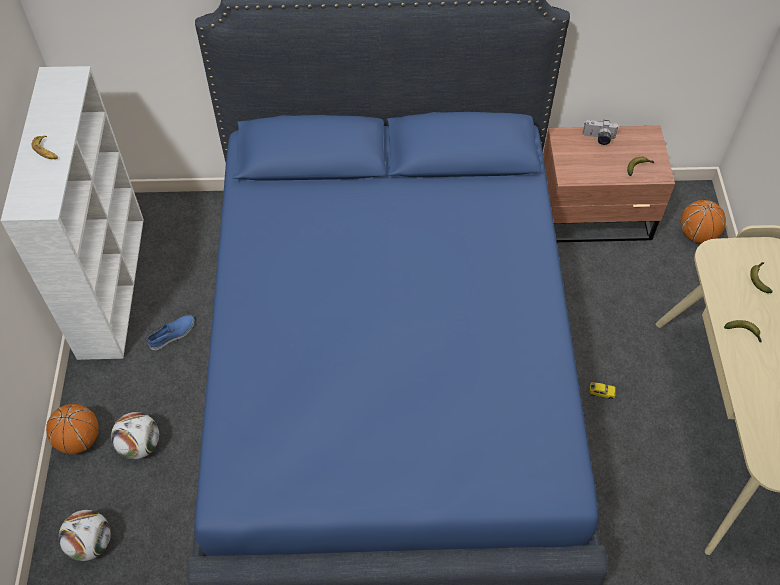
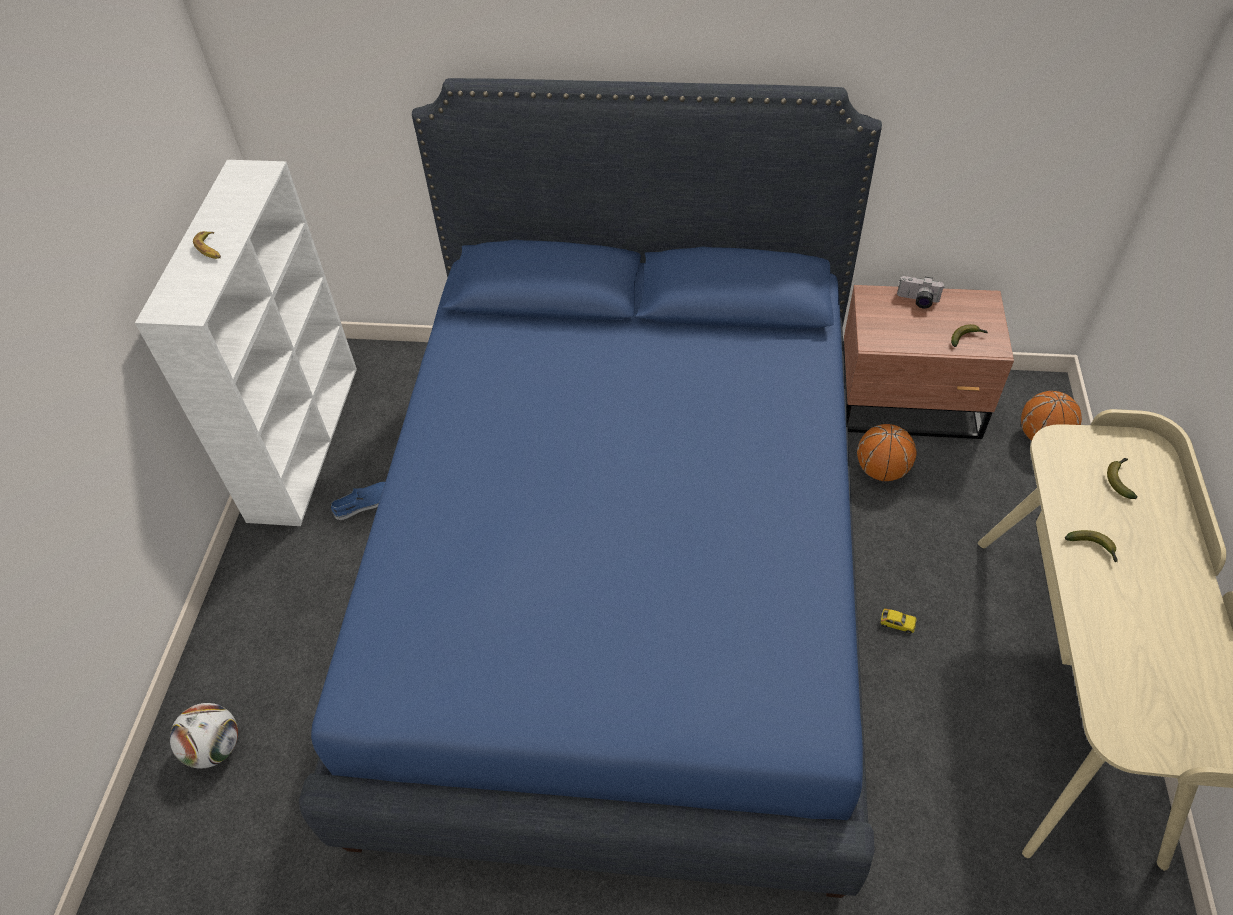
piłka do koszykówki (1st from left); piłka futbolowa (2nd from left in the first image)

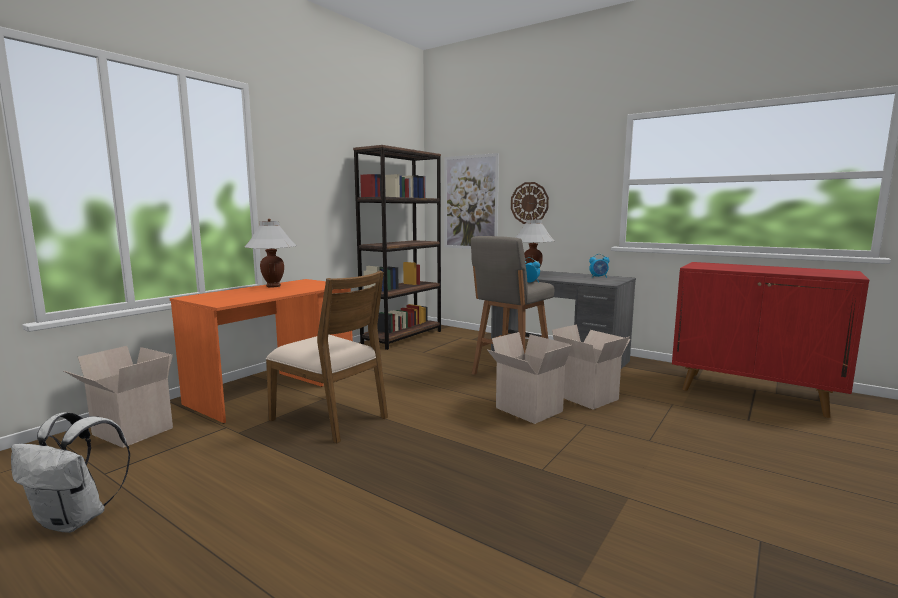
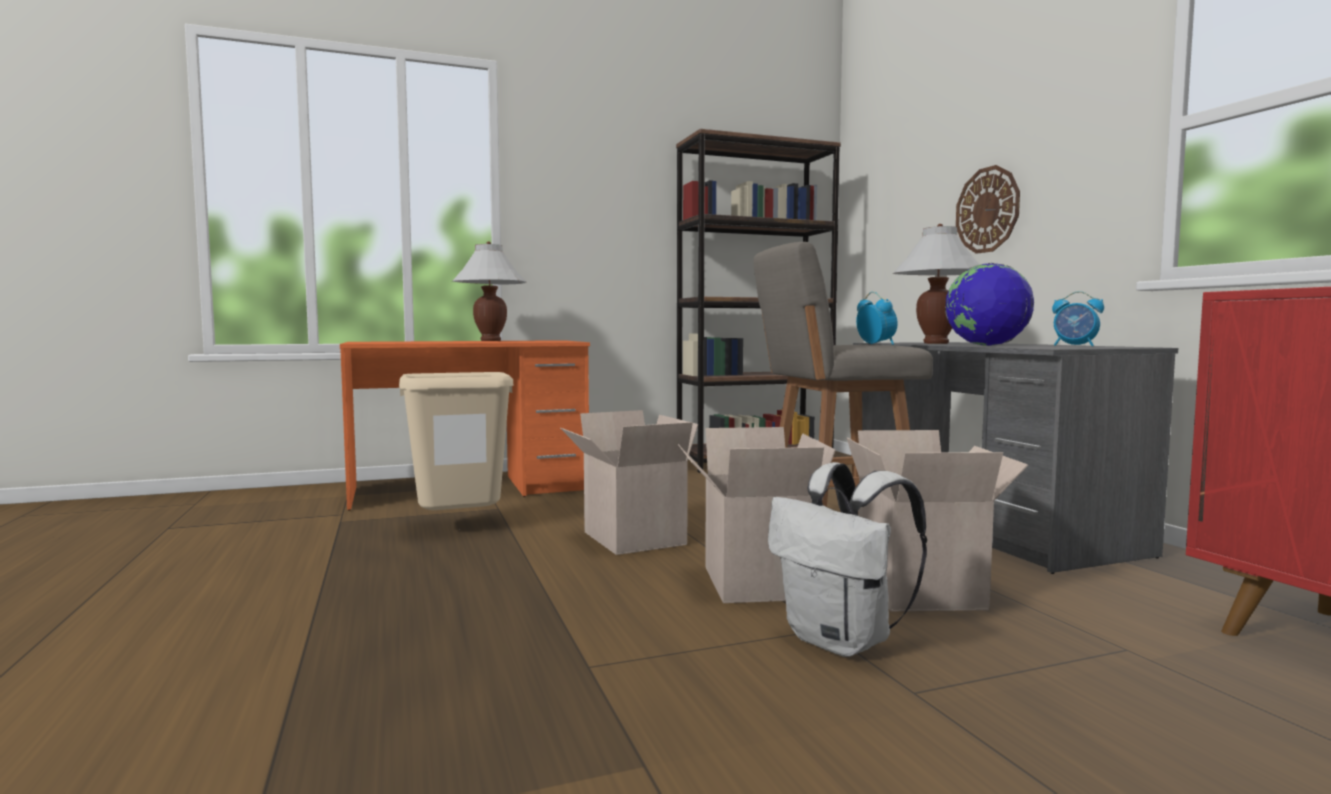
obraz; kosz na śmieci/beżowy; karton (1st from left); plecak/biały; globus

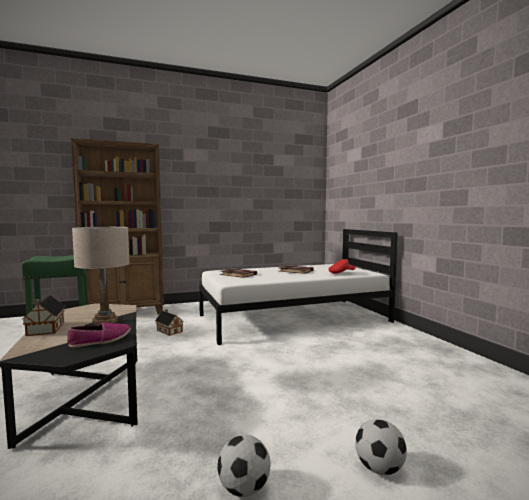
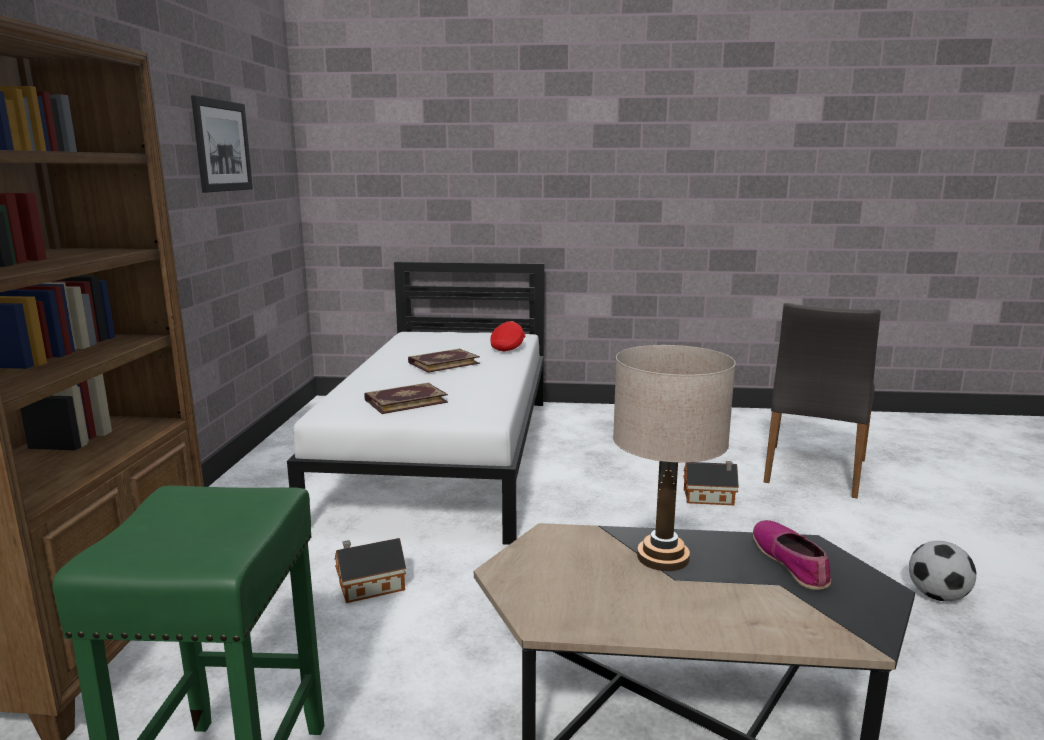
domek (2nd from left); piłka futbolowa (2nd from left in the first image); obraz; krzesło/szary

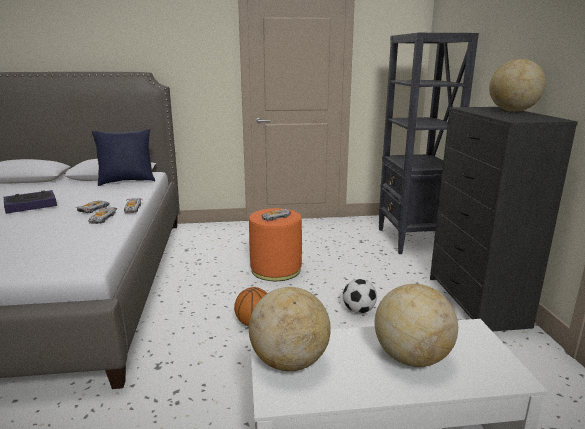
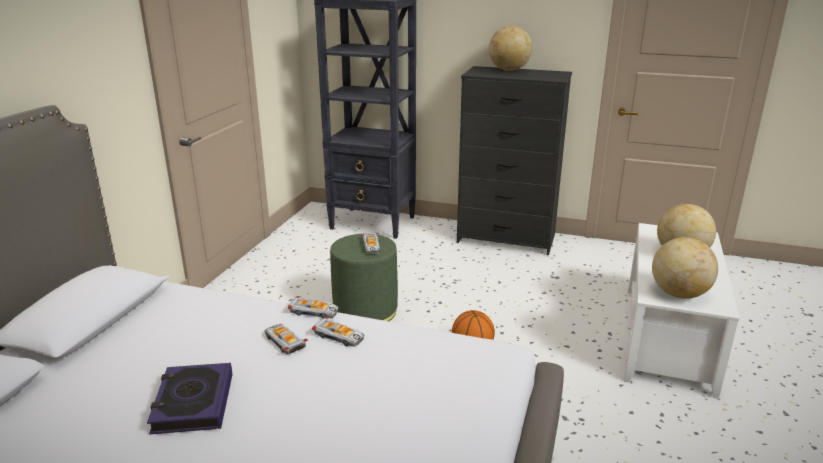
poduszka/niebieski; pufa/zielony; piłka futbolowa

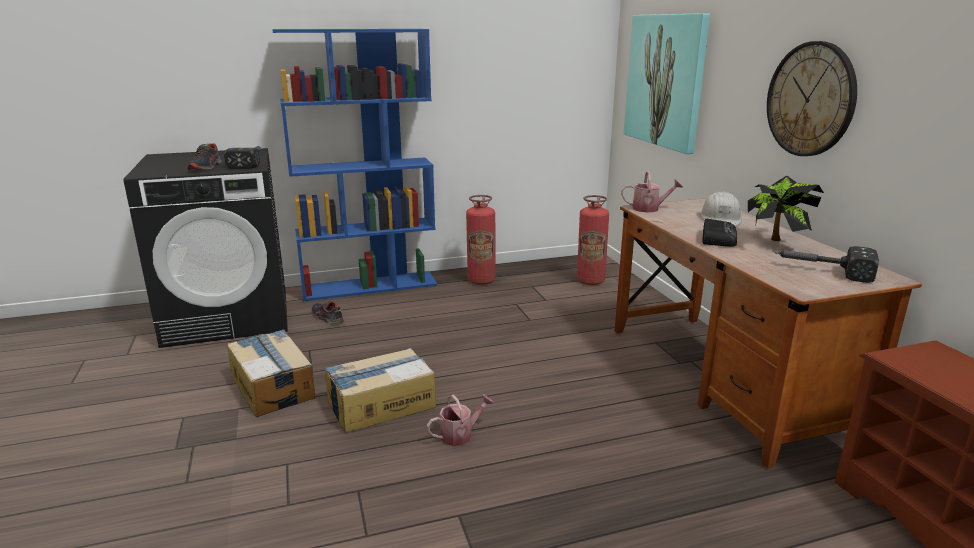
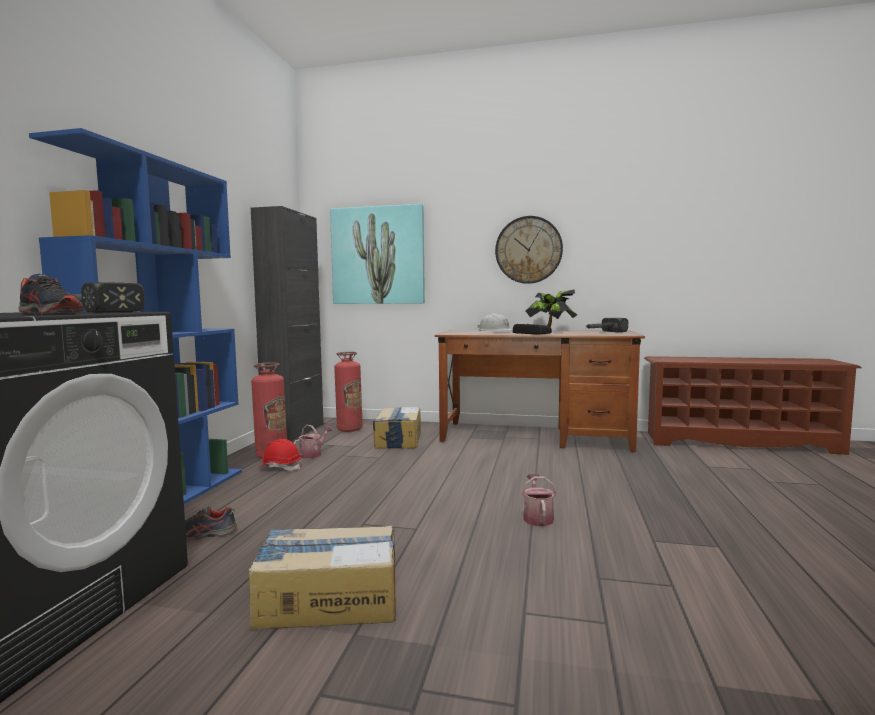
konewka (1st from left); karton (2nd from left); szafka/czarny; kask/czerwony

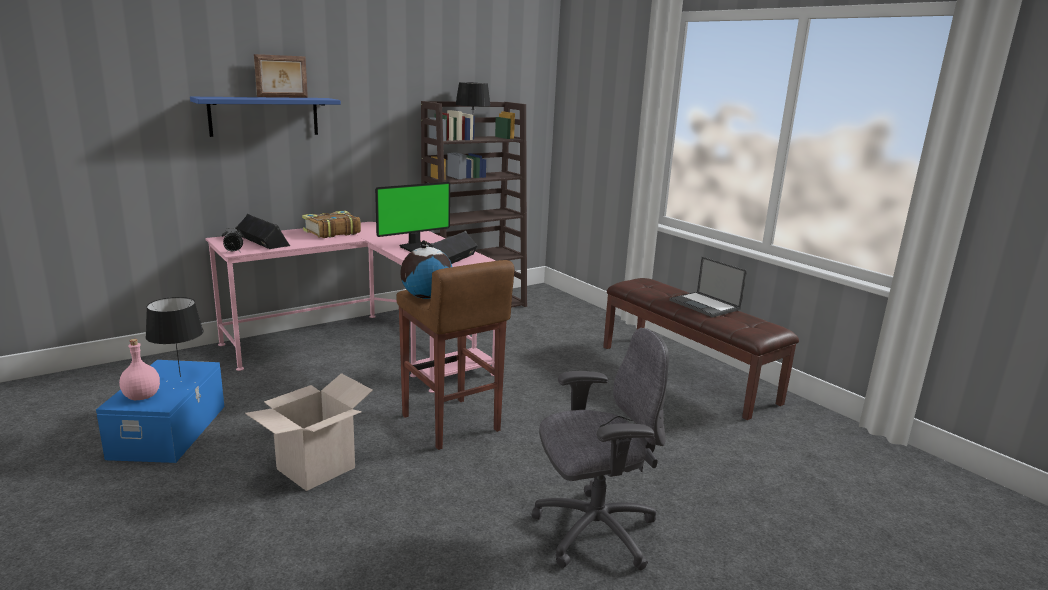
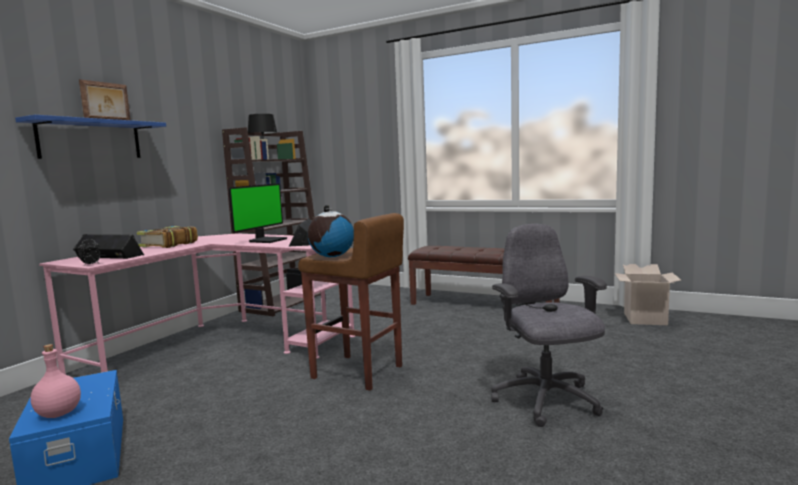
laptop; lampa stołowa/czarny (1st from left in the first image); krzesło biurowe/szary; karton

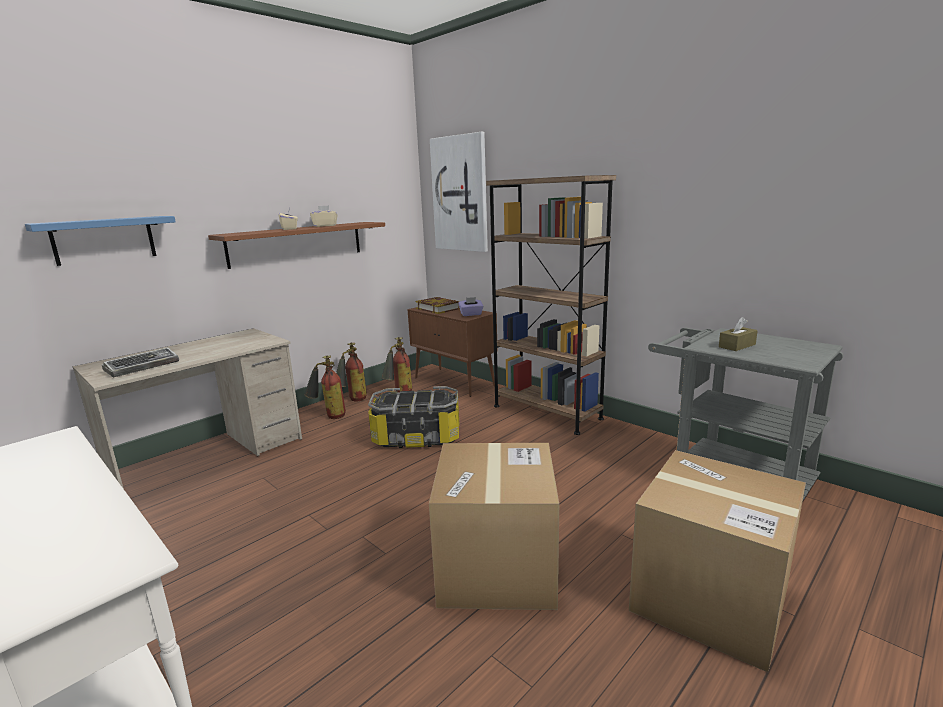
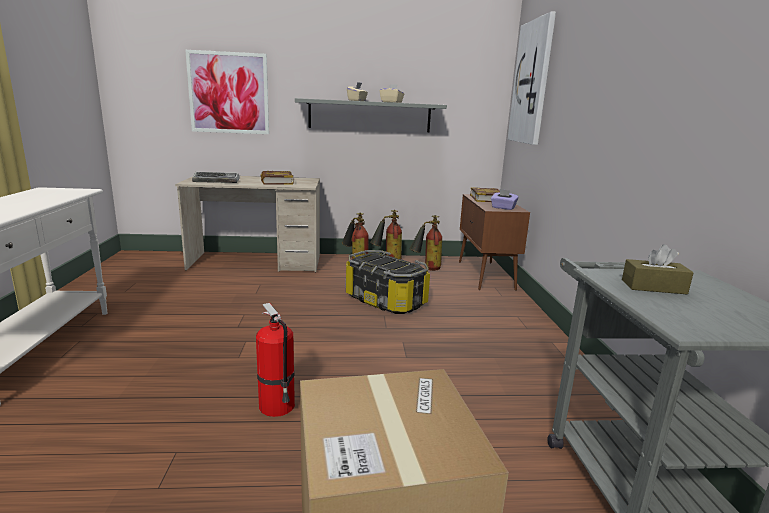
regał/brązowy; obraz (1st from left); półka/szary; gaśnica (1st from left); książka (1st from left)

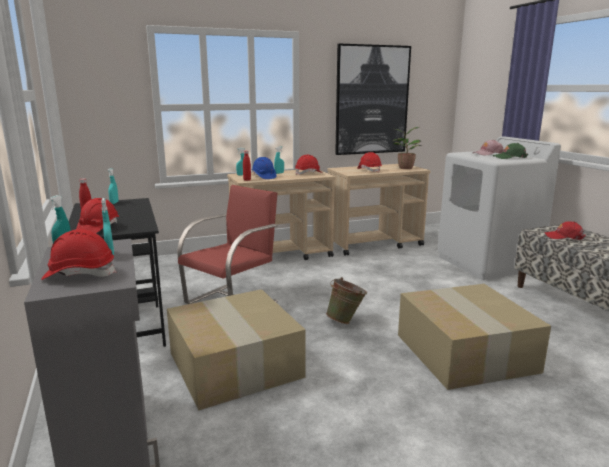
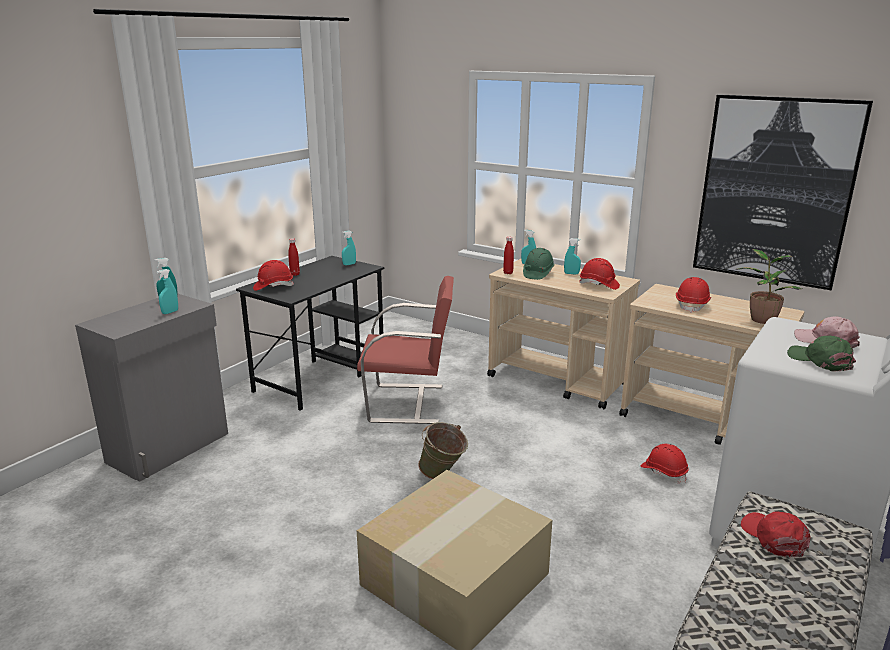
kask/zielony; kask/czerwony (3rd from left); karton (1st from left in the first image)

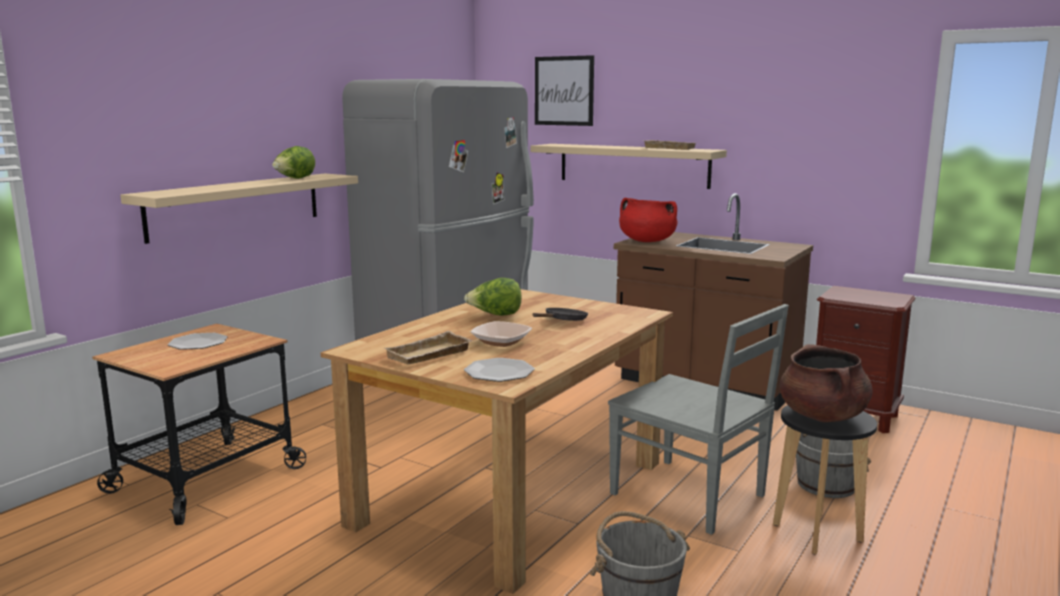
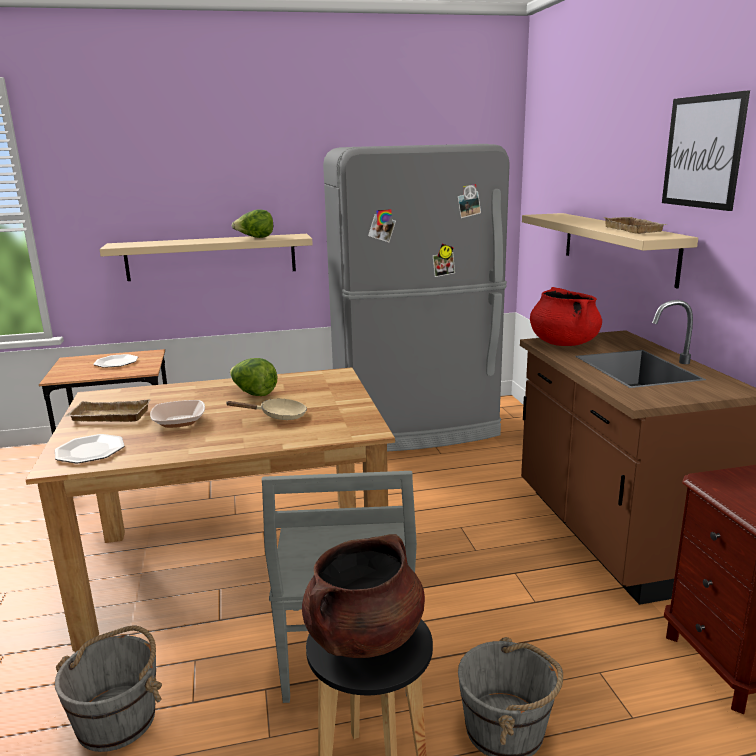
obraz; patelnia/beżowy

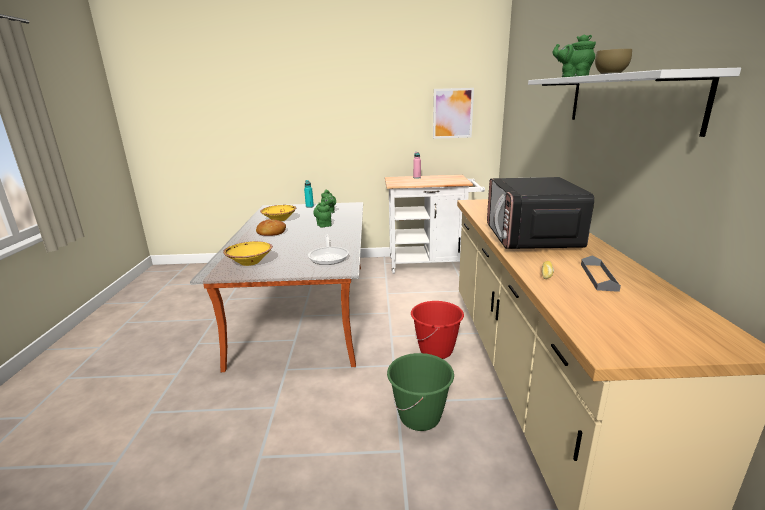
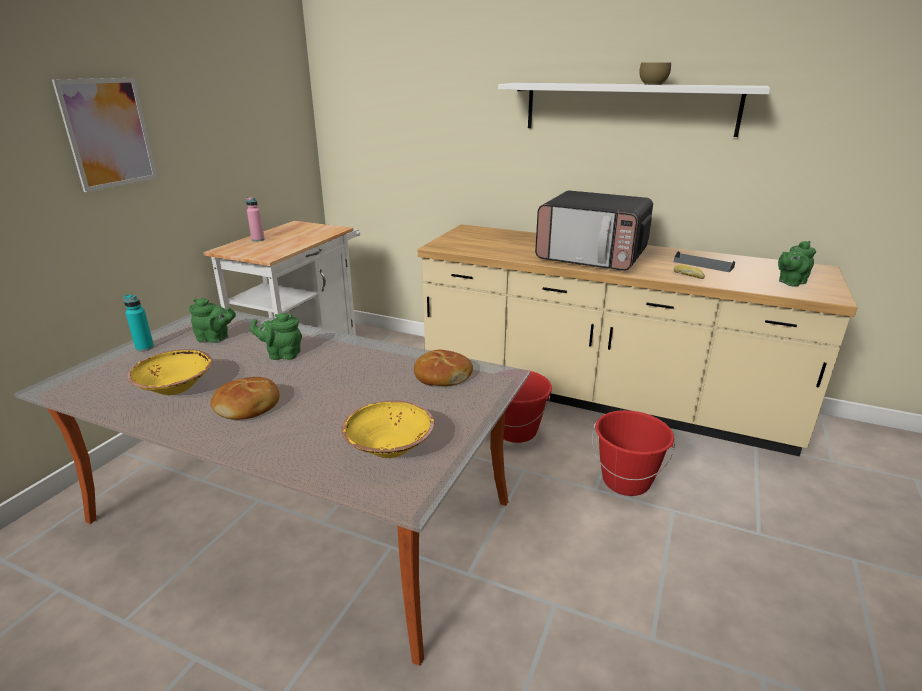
imbryk/zielony (3rd from left); obraz; chleb (2nd from left); wiadro/czerwony (2nd from left)

